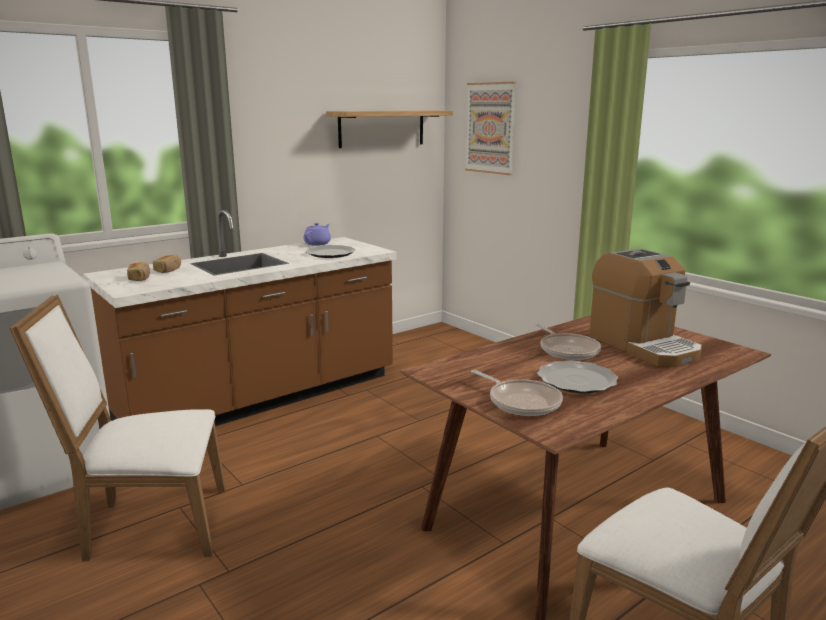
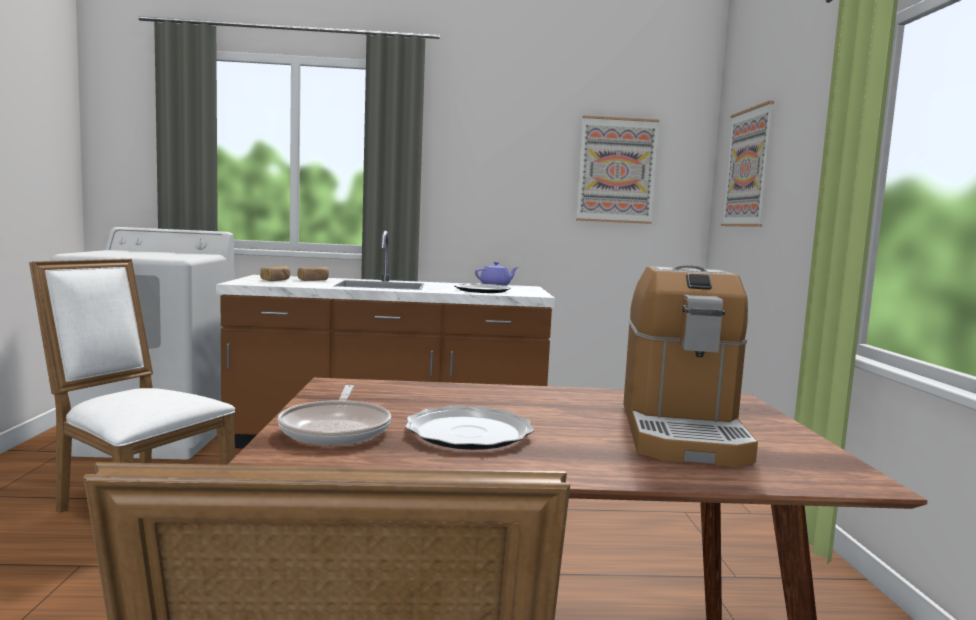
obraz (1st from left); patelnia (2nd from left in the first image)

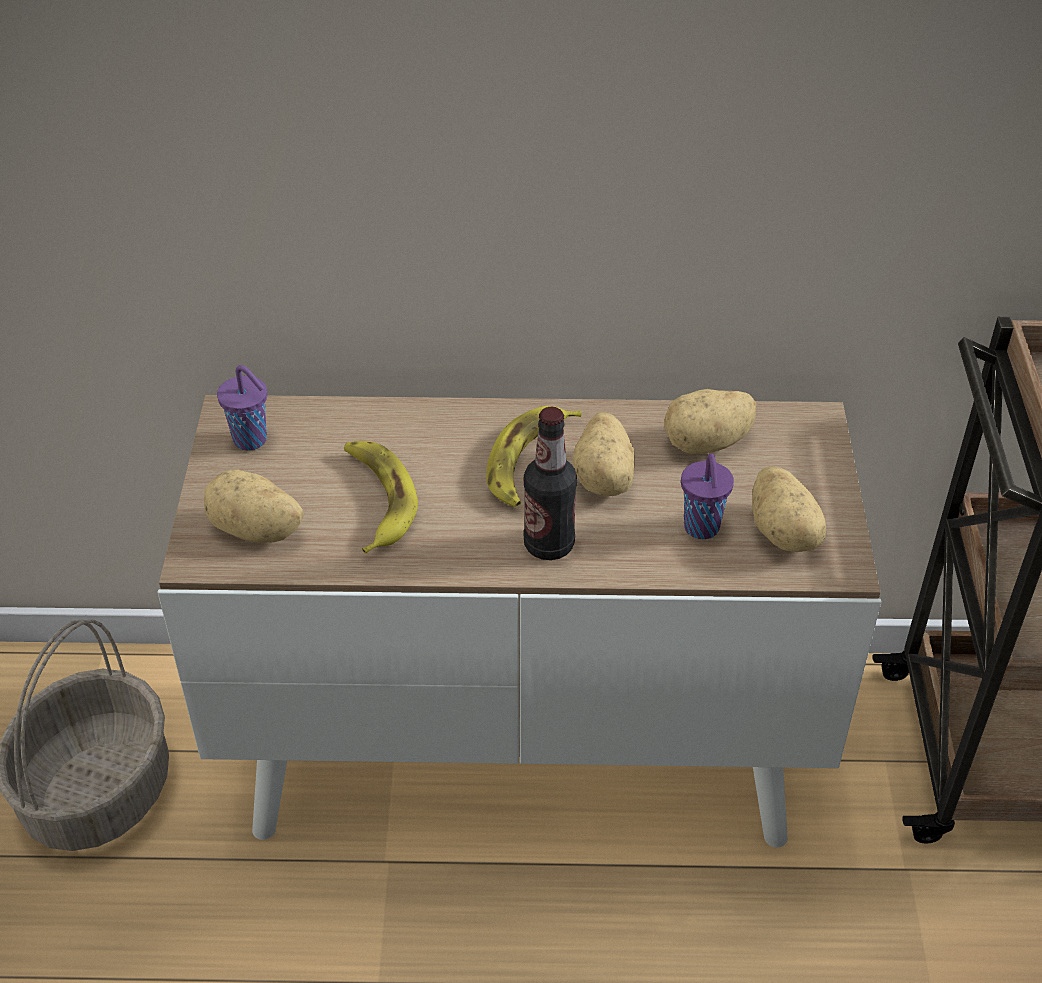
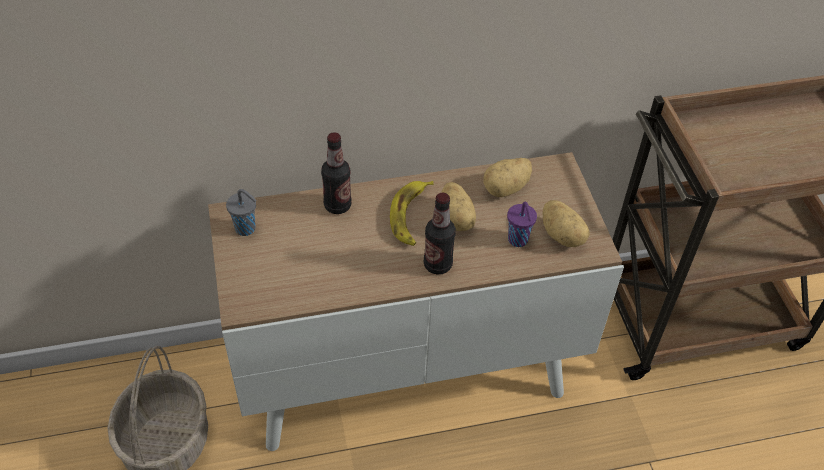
filiżanka/szary; banan (1st from left in the first image); ziemniak (1st from left in the first image); butelka (1st from left)

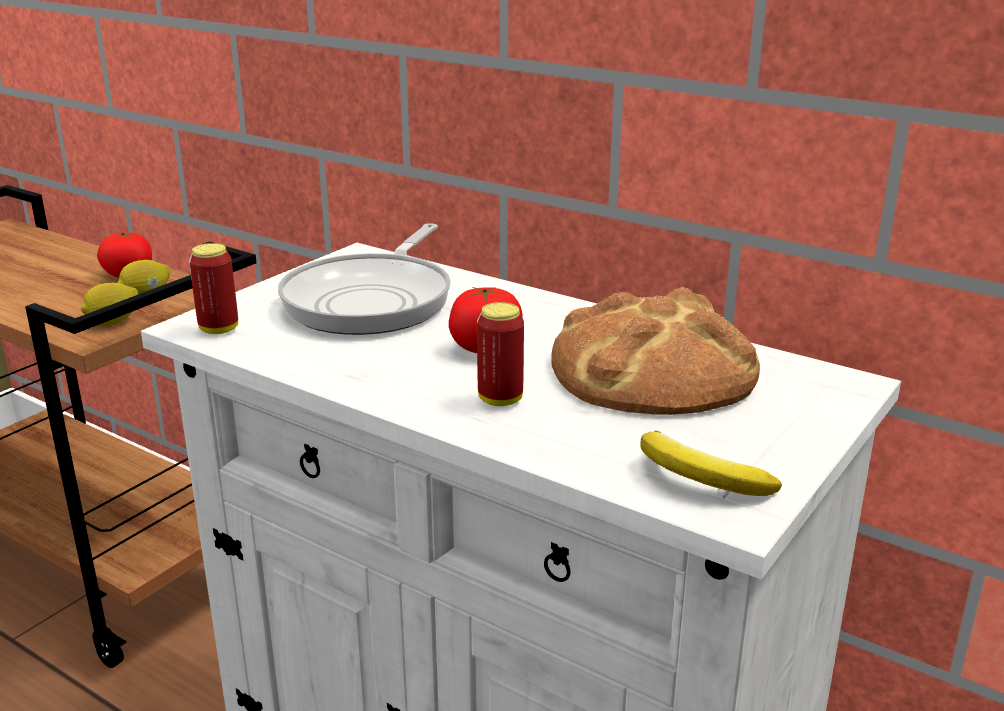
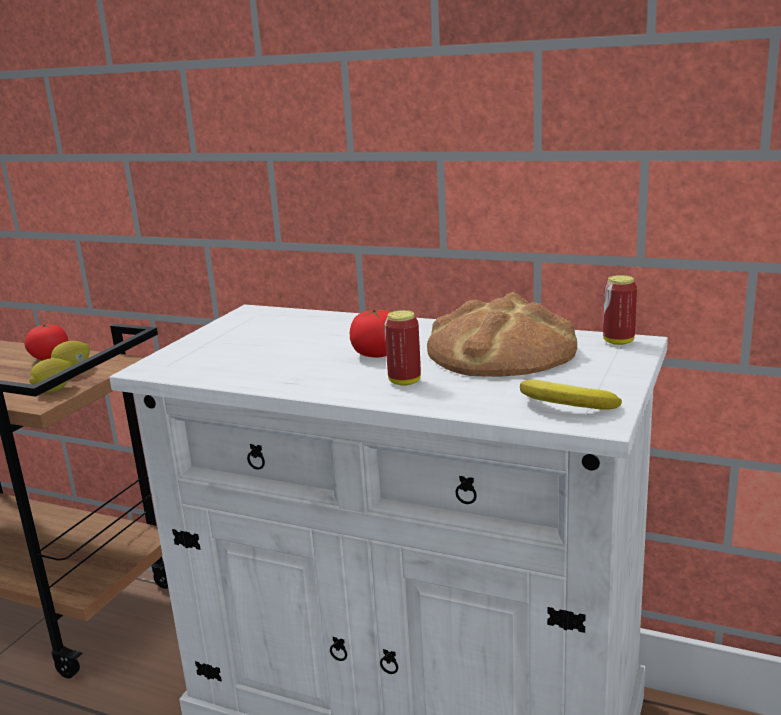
patelnia; puszka (2nd from left)

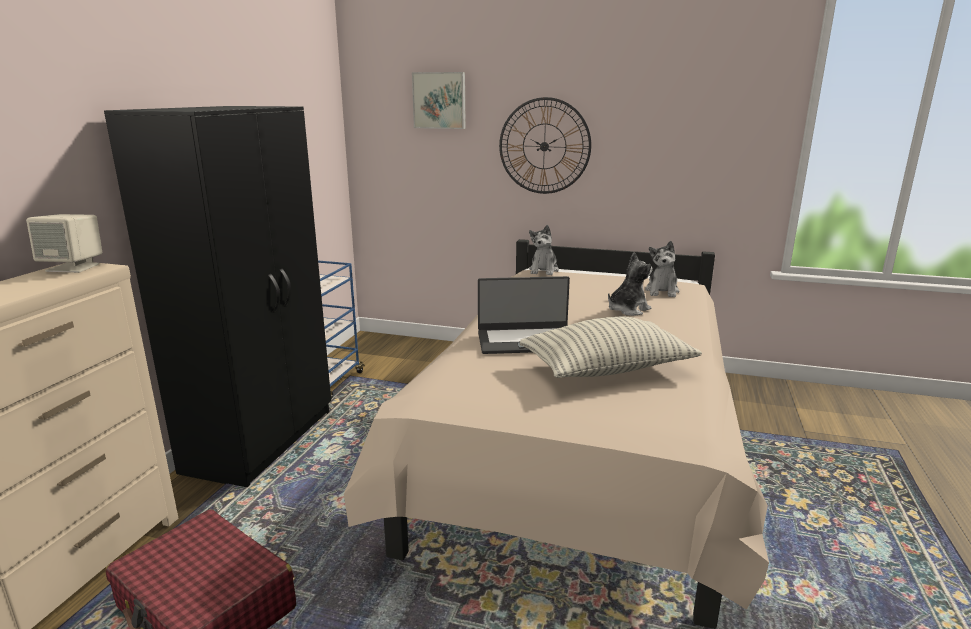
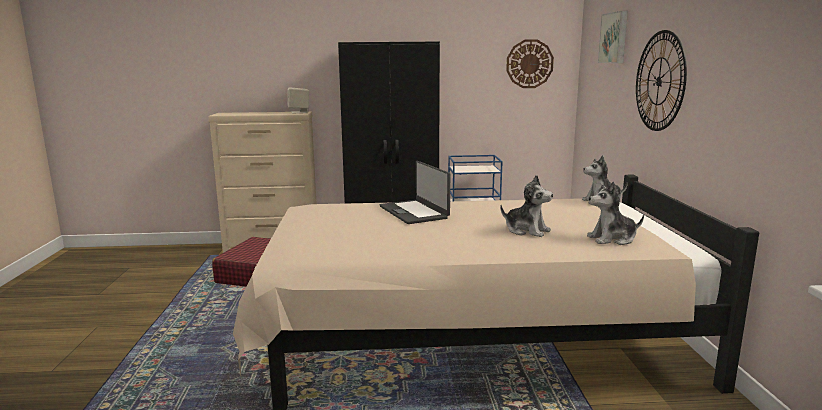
poduszka; zegar ścienny (1st from left)

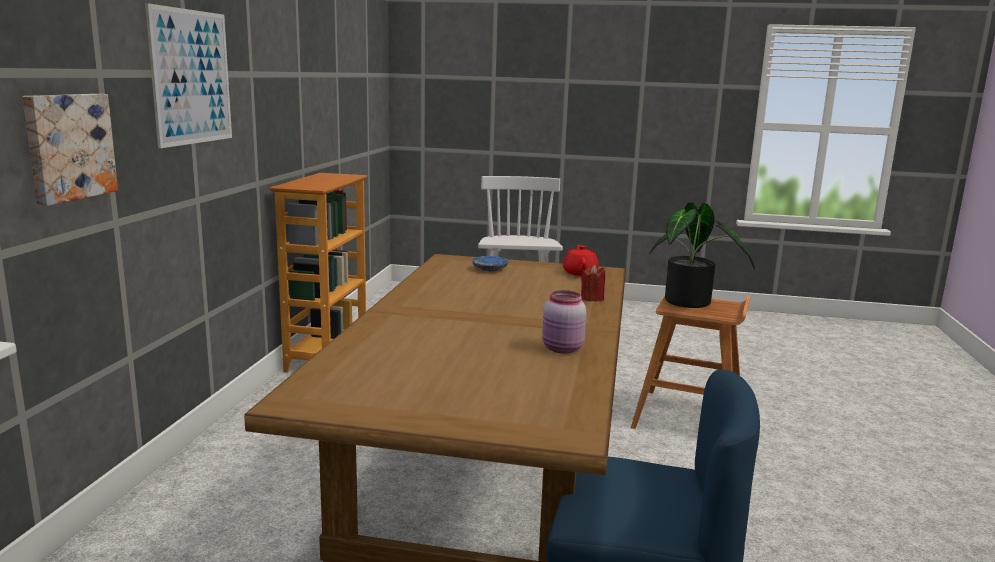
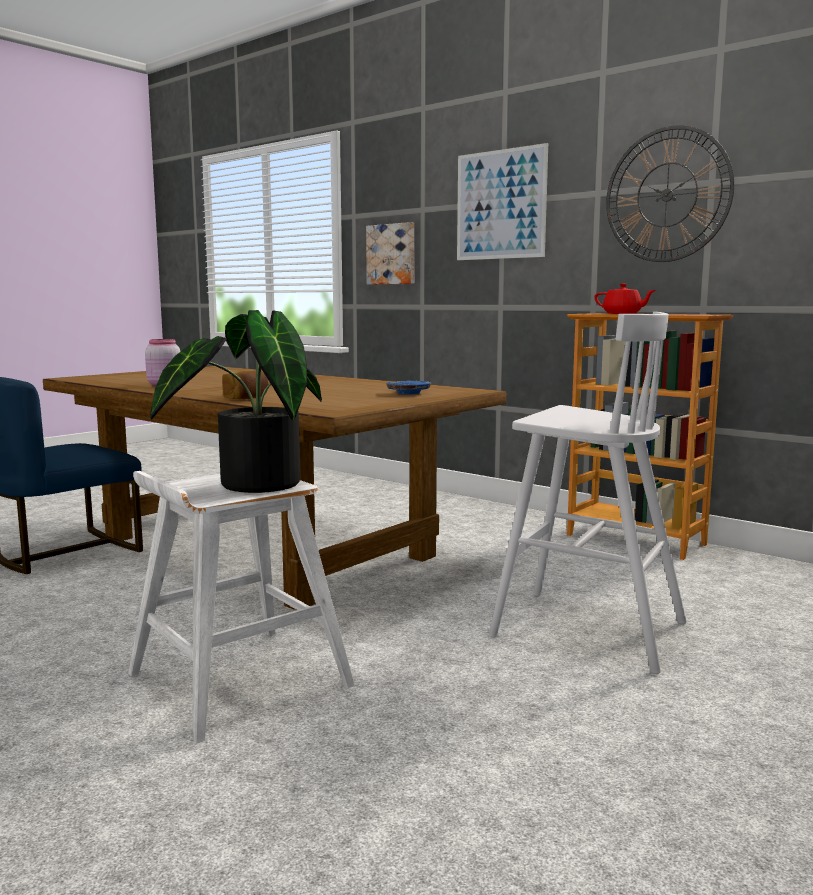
imbryk/czerwony; chleb; stołek/biały (1st from left); zegar ścienny

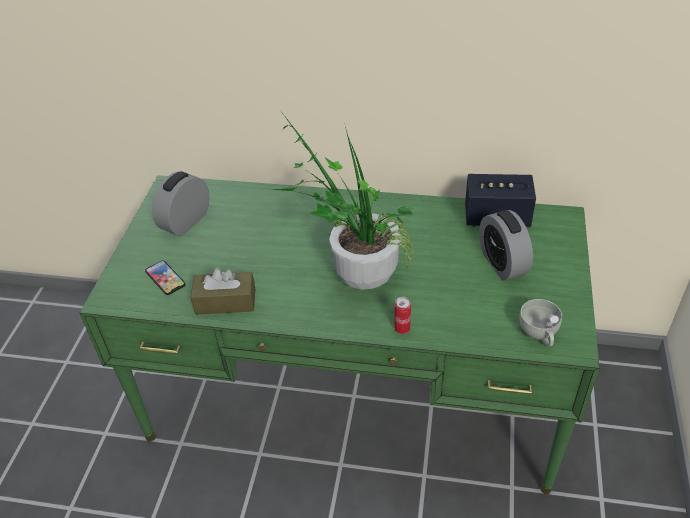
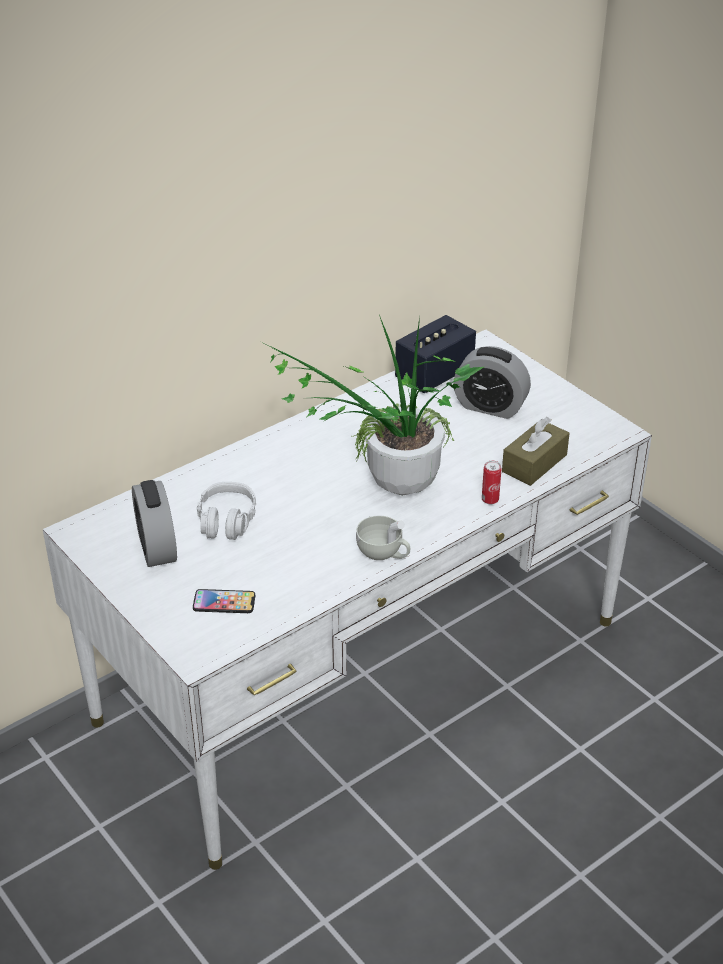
biurko/biały; pudełko chusteczek/brązowy; filiżanka/biały; słuchawki/szary

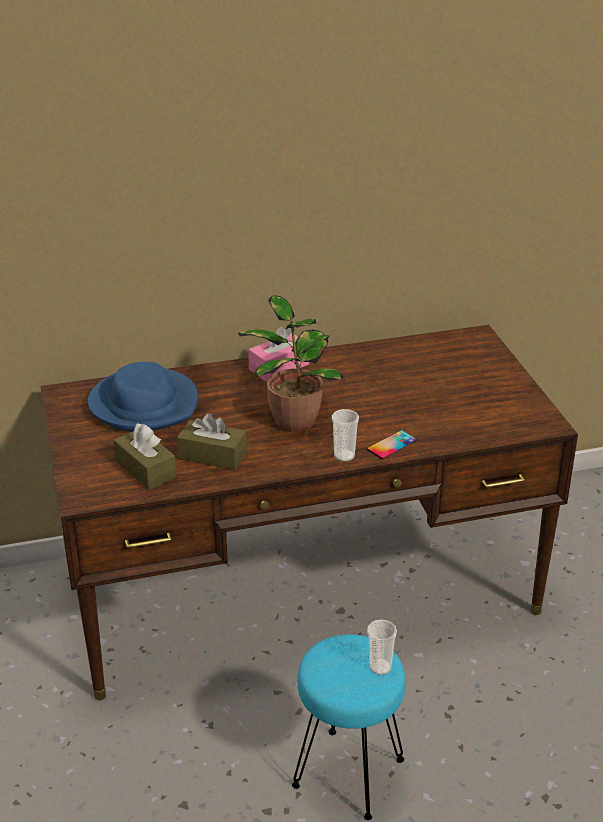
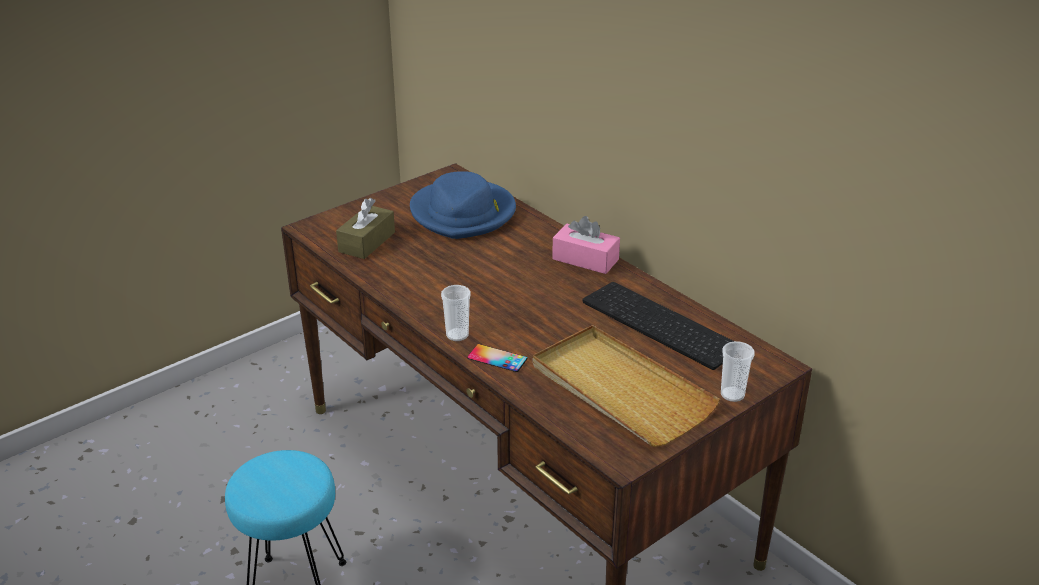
roślina doniczkowa; pudełko chusteczek/brązowy (2nd from left in the first image); filiżanka (2nd from left); klawiatura; taca/beżowy

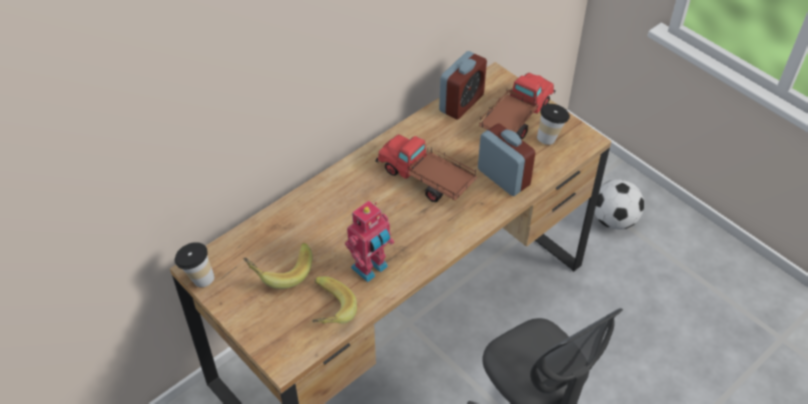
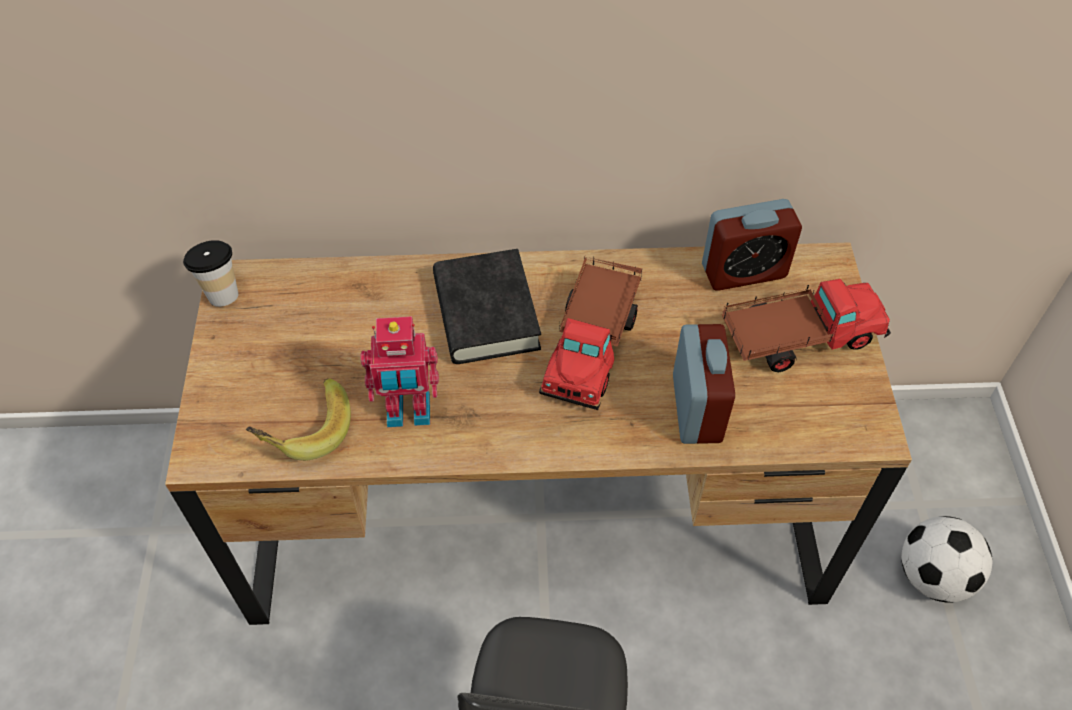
filiżanka (2nd from left in the first image); ciężarówka zabawkowa (1st from left); banan (1st from left in the first image); książka/czarny

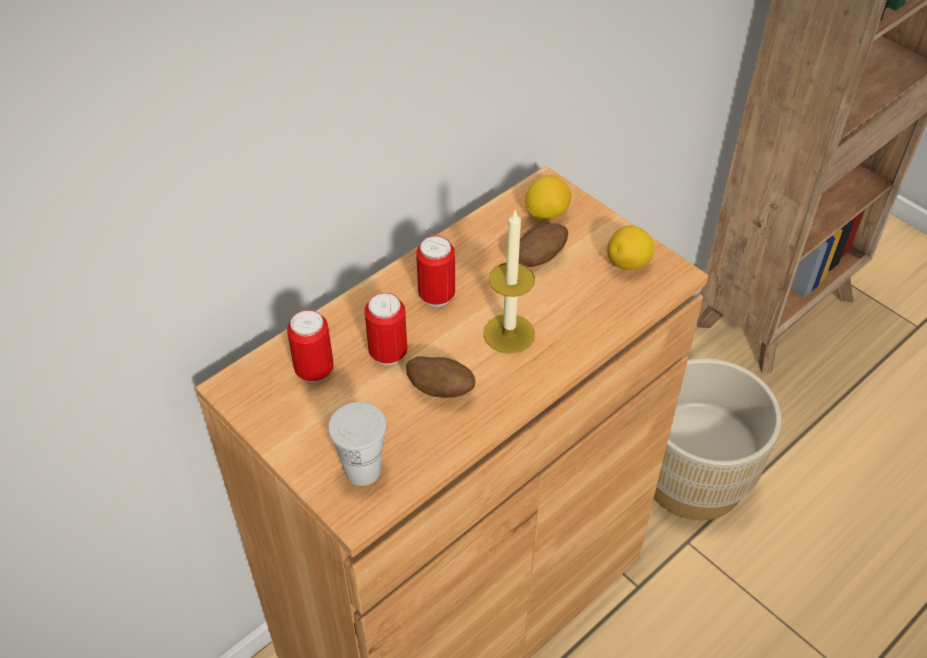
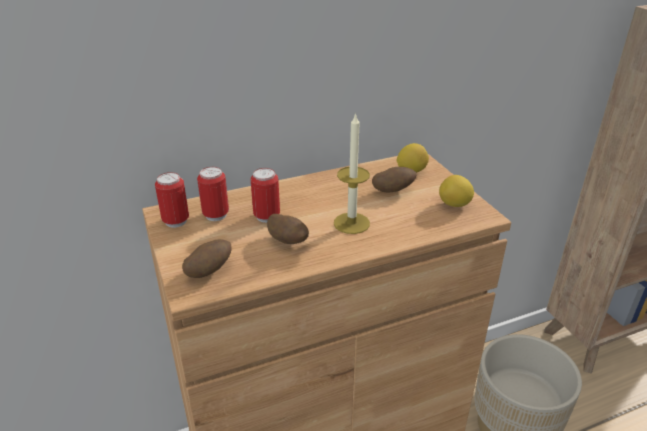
puszka (1st from left); ziemniak (1st from left)

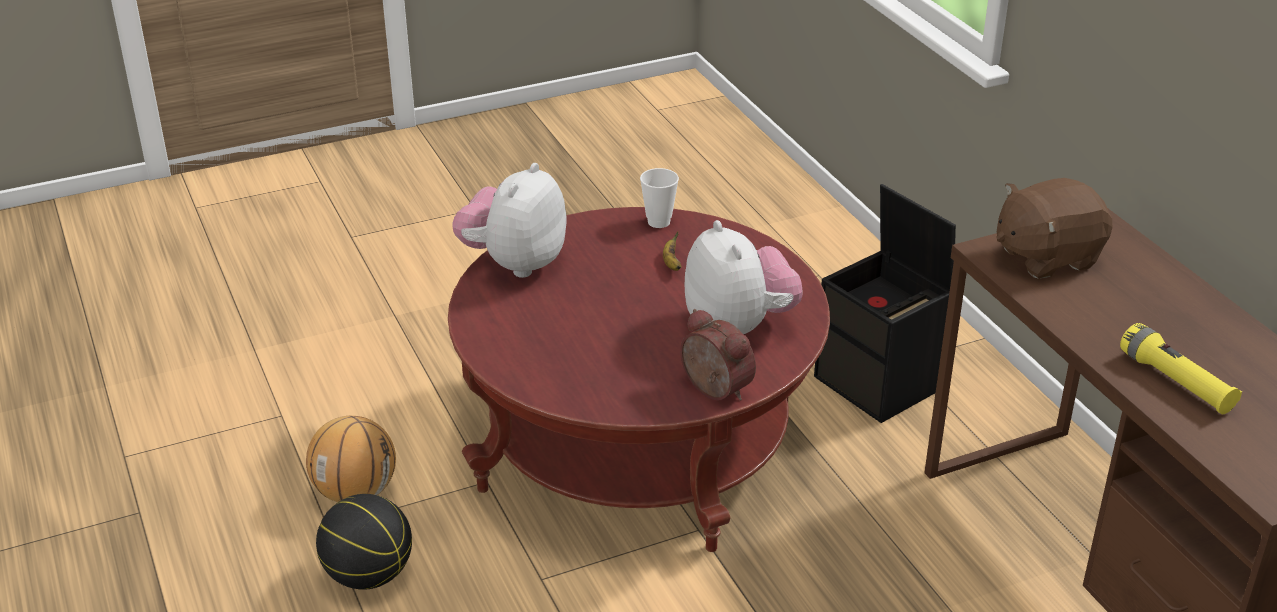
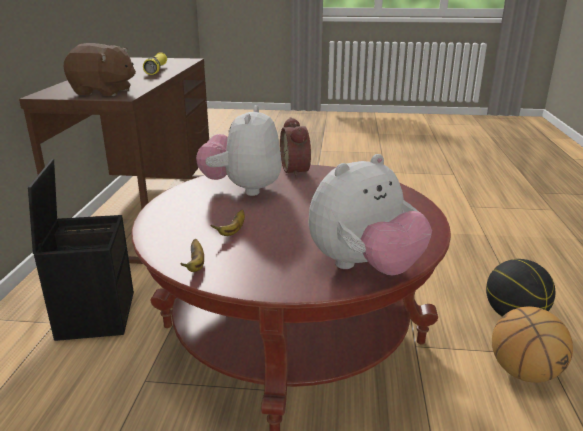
banan (1st from left)

